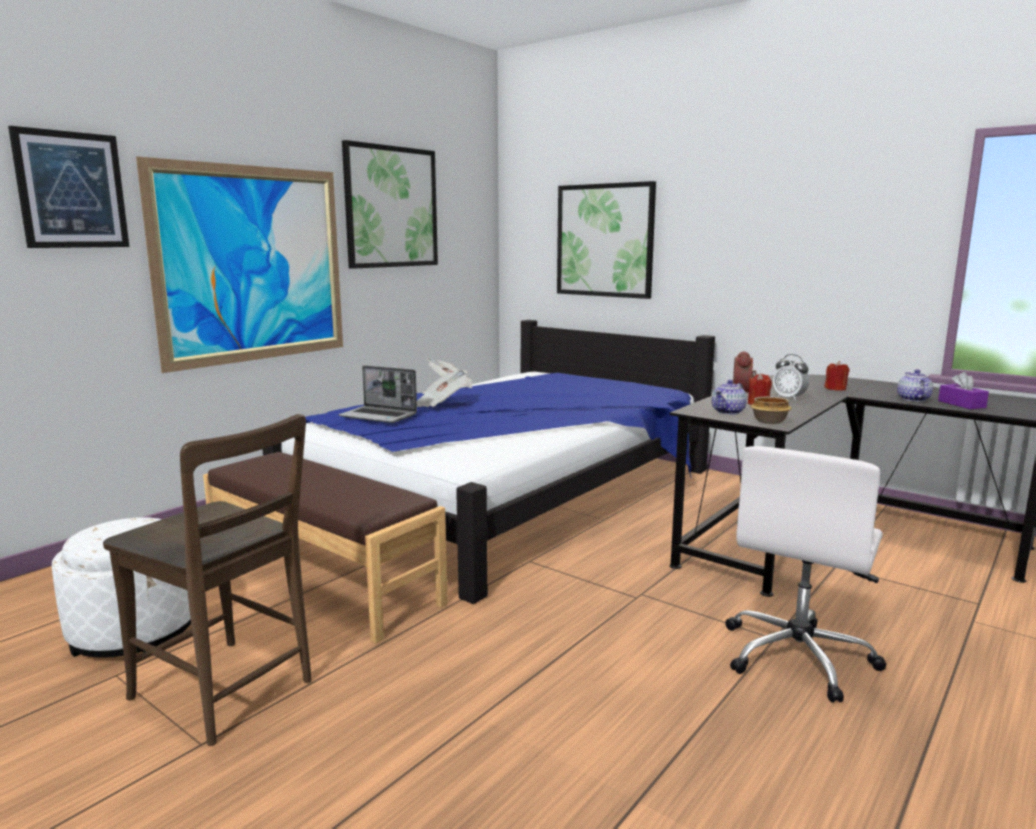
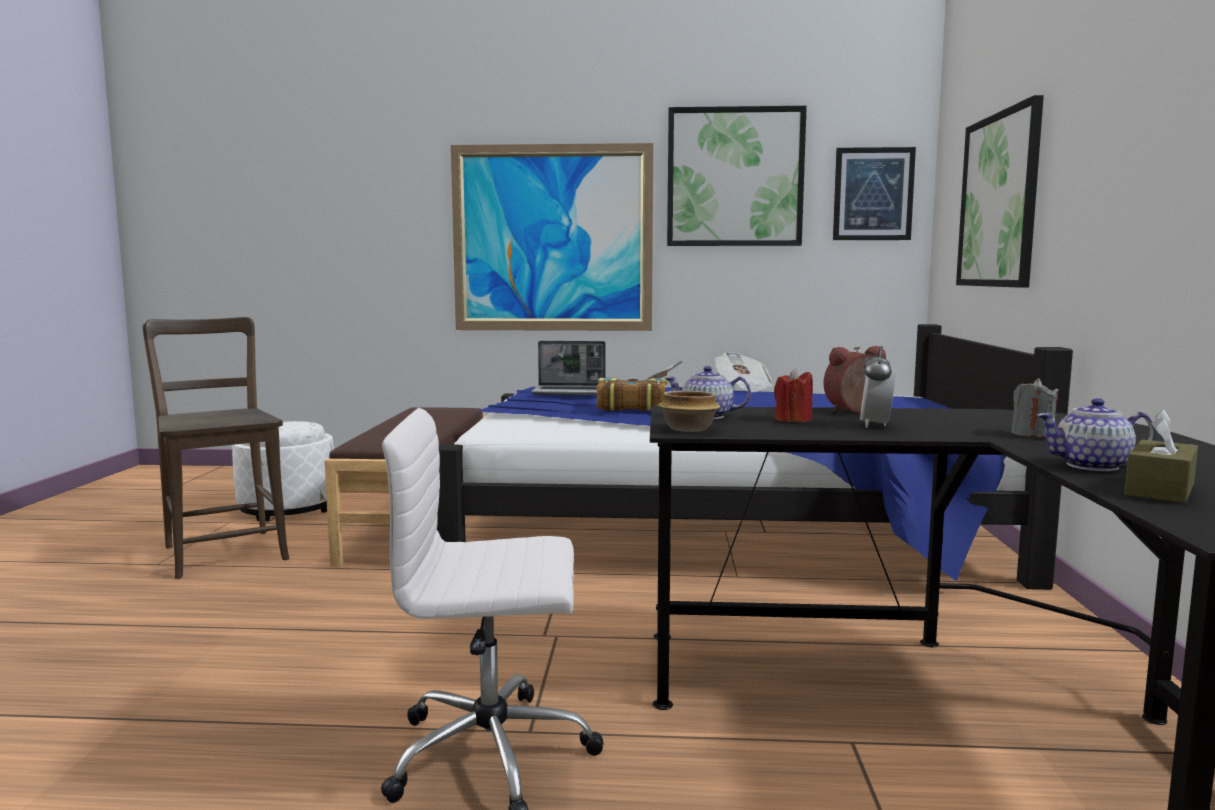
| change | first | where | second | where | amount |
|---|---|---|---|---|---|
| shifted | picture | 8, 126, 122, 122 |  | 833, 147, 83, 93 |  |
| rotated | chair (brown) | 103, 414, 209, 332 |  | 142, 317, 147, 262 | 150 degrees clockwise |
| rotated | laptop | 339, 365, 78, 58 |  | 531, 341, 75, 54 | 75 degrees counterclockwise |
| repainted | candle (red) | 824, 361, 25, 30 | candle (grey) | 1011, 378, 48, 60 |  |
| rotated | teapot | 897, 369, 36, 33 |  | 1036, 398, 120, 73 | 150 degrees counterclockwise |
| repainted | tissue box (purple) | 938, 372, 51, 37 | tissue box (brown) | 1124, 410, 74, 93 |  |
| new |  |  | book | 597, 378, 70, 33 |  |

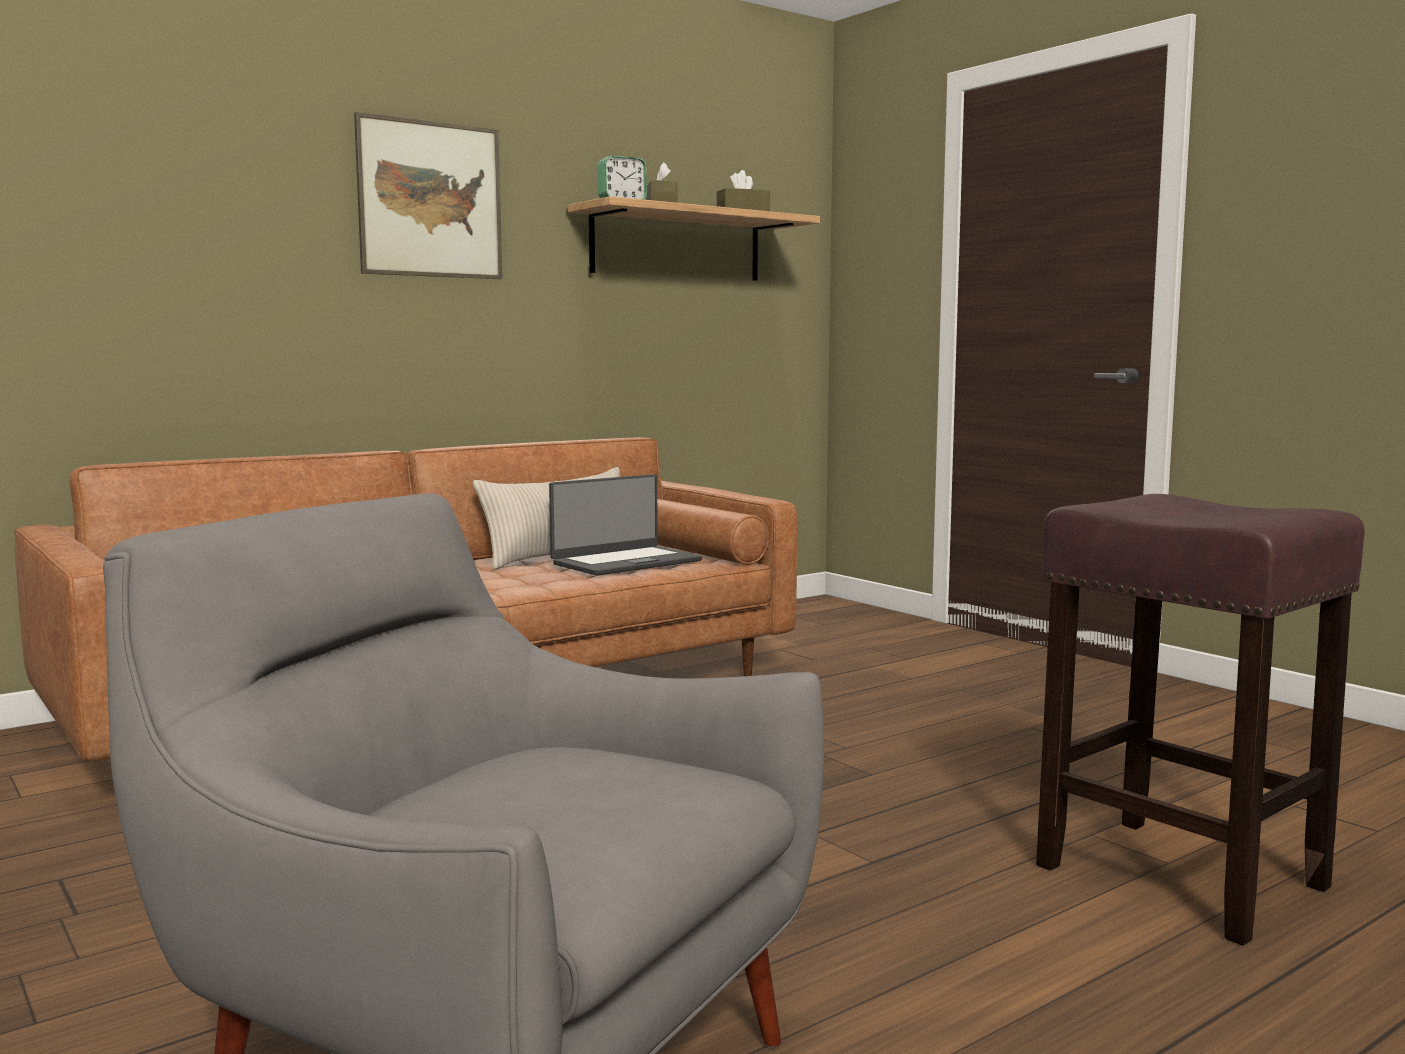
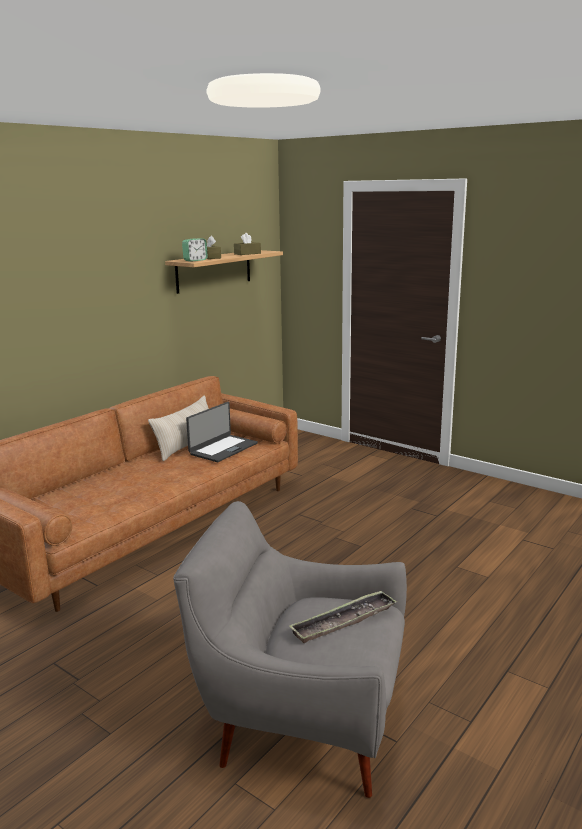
| change | first | where | second | where | amount |
|---|---|---|---|---|---|
| gone | picture | 354, 112, 149, 167 |  |  |  |
| gone | stool (brown) | 1036, 494, 328, 452 |  |  |  |
| new |  |  | tray | 289, 590, 108, 53 |  |

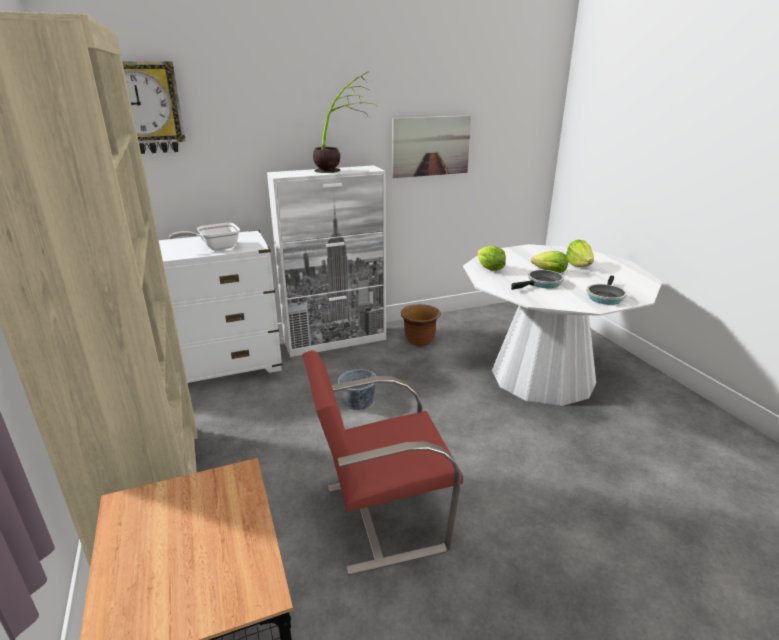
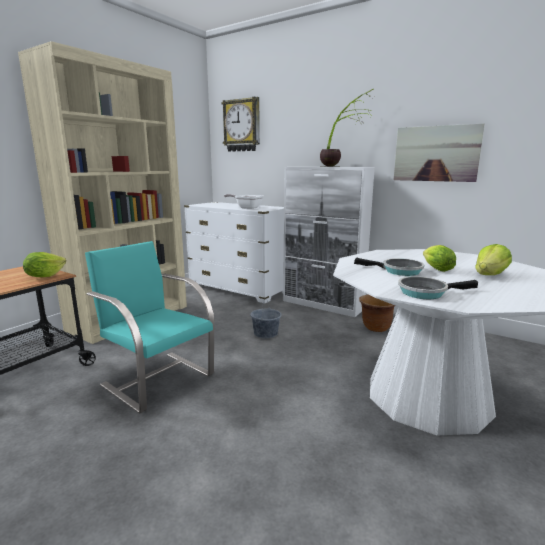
| change | first | where | second | where | amount |
|---|---|---|---|---|---|
| repainted | chair (red) | 302, 350, 161, 225 | chair (turquoise) | 85, 241, 129, 173 |  |
| shifted | lettuce | 477, 246, 29, 25 |  | 23, 252, 43, 25 |  |

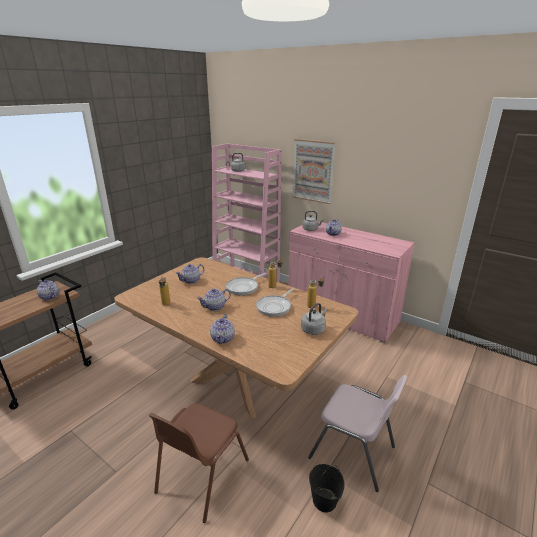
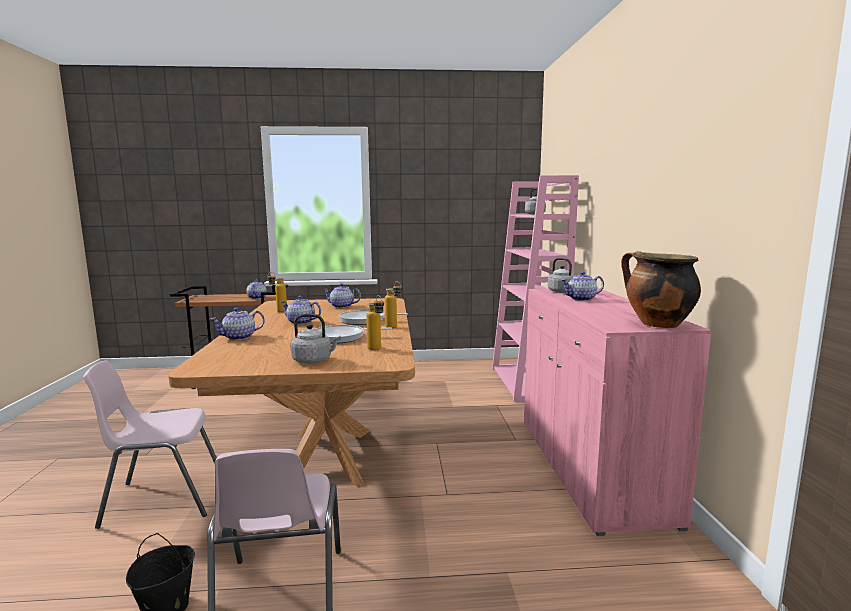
| change | first | where | second | where | amount |
|---|---|---|---|---|---|
| repainted | chair (brown) | 149, 403, 100, 120 | chair (pink) | 83, 360, 134, 169 |  |
| gone | picture | 293, 139, 42, 65 |  |  |  |
| new |  |  | cooking pot | 621, 251, 80, 77 |  |

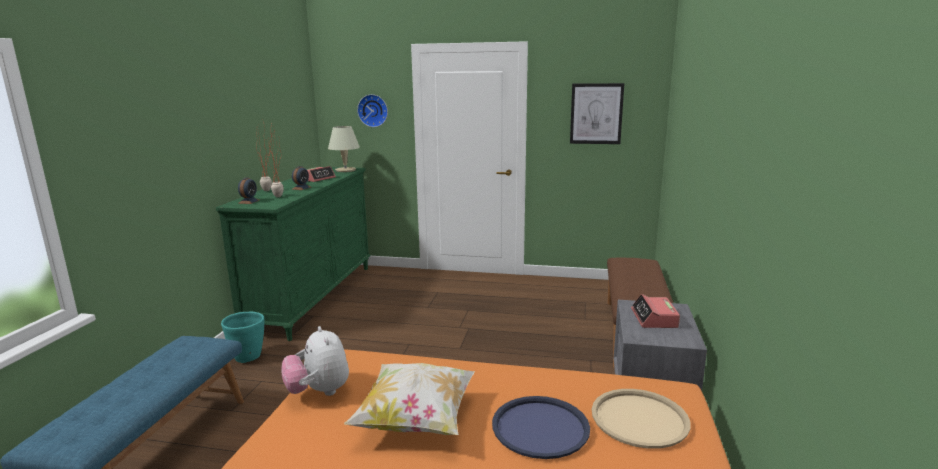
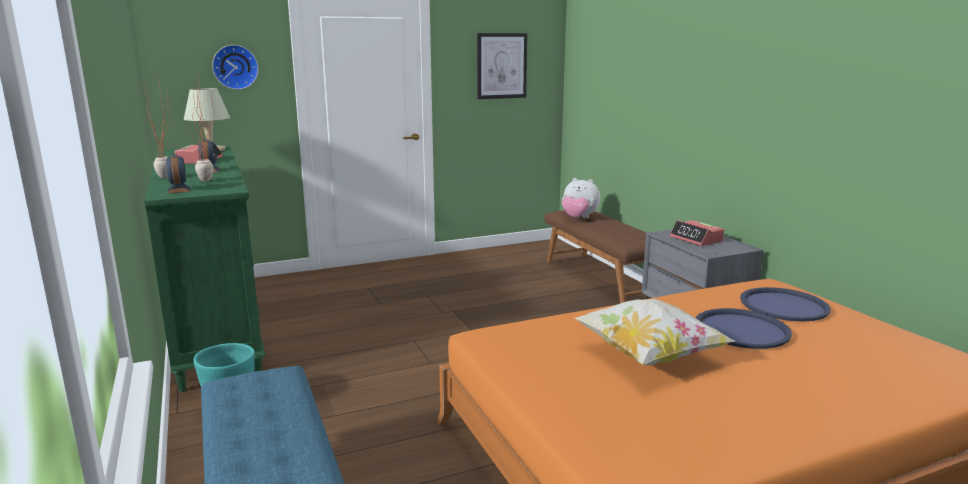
| change | first | where | second | where | amount |
|---|---|---|---|---|---|
| shifted | plush toy | 282, 326, 67, 70 |  | 562, 178, 38, 40 |  |
| repainted | tray (beige) | 592, 389, 99, 60 | tray (blue) | 740, 287, 91, 35 |  |

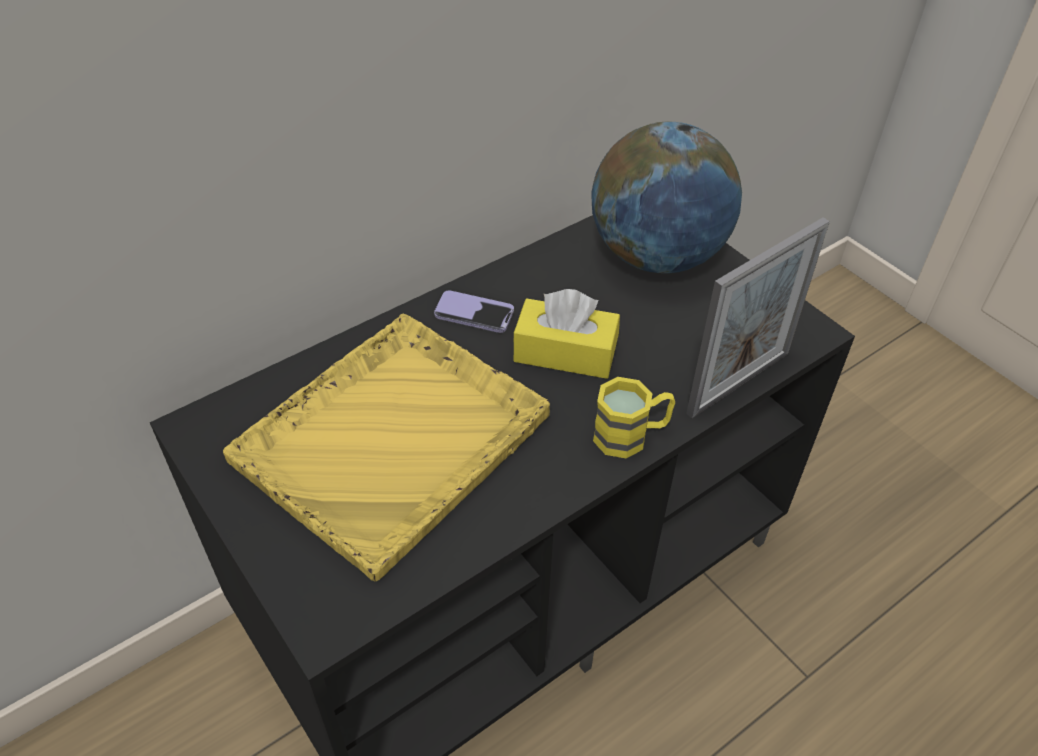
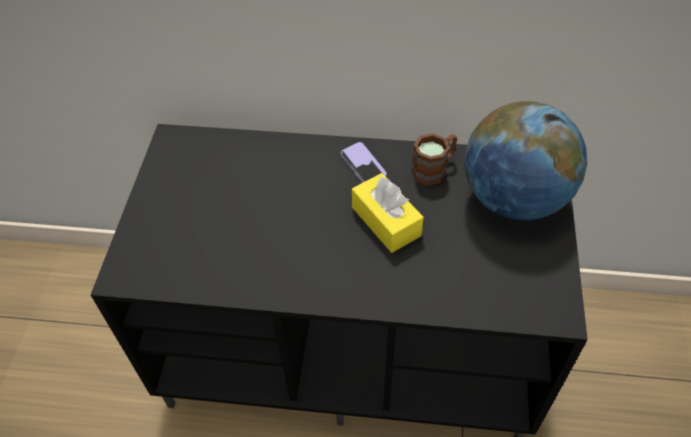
| change | first | where | second | where | amount |
|---|---|---|---|---|---|
| gone | tray (yellow) | 223, 313, 327, 269 |  |  |  |
| gone | mug (yellow) | 593, 377, 82, 81 |  |  |  |
| gone | picture frame | 686, 217, 144, 201 |  |  |  |
| new |  |  | mug (brown) | 412, 133, 45, 53 |  |

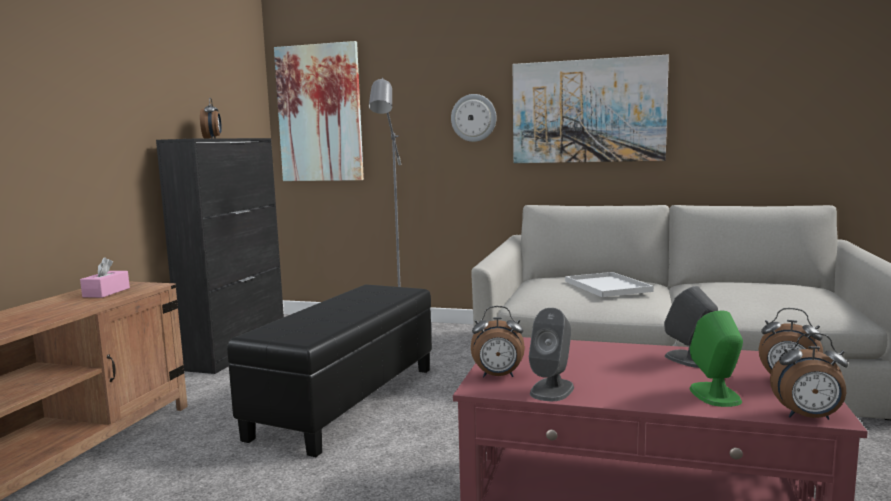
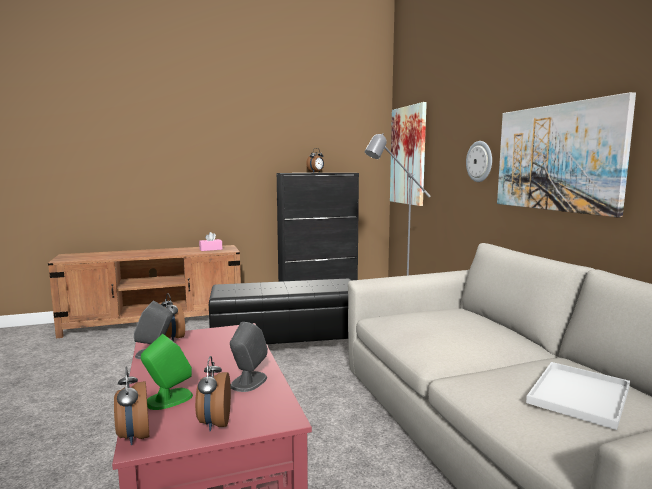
| change | first | where | second | where | amount |
|---|---|---|---|---|---|
| shifted | tray (white) | 565, 272, 89, 25 |  | 526, 362, 104, 68 |  |

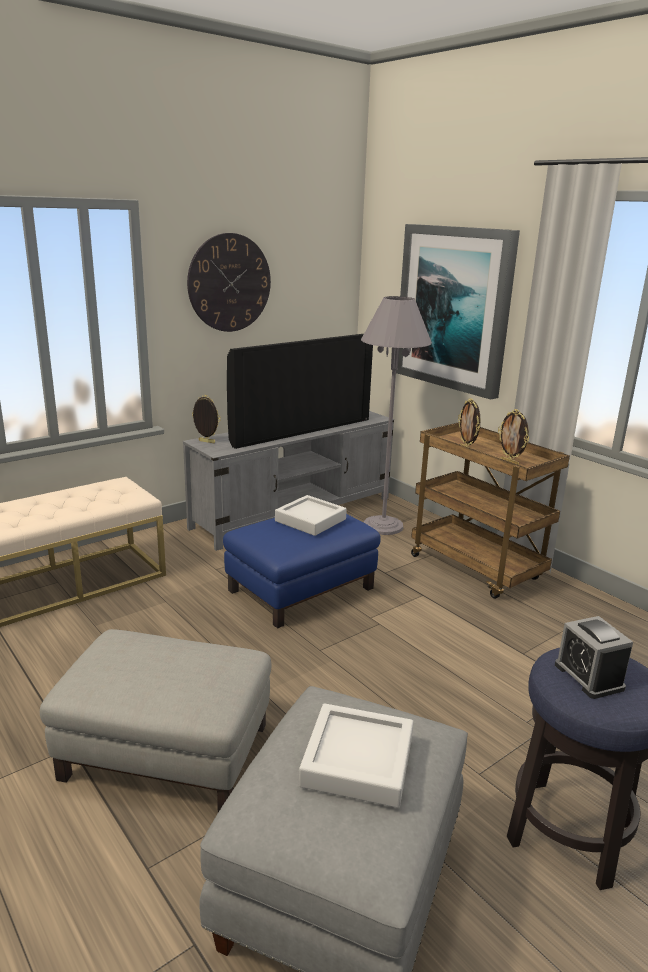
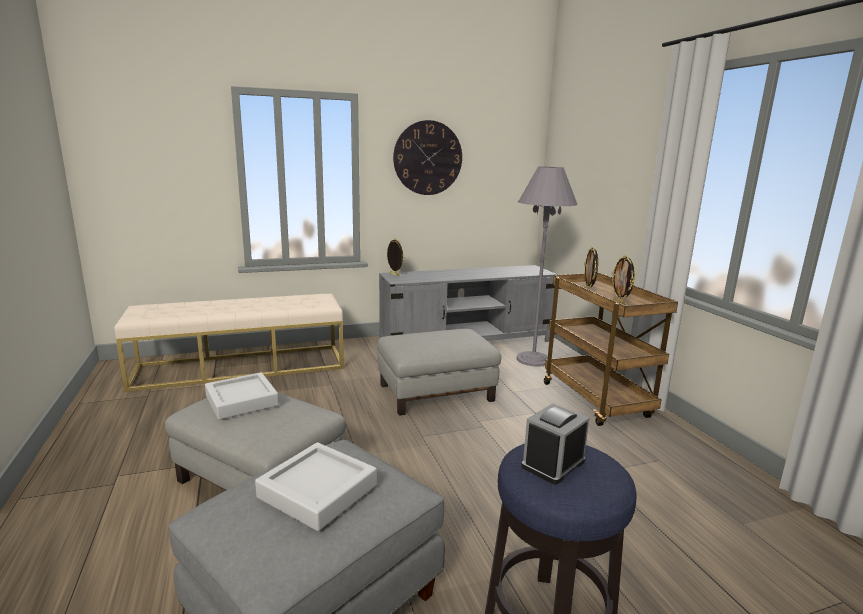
| change | first | where | second | where | amount |
|---|---|---|---|---|---|
| repainted | ottoman (blue) | 223, 514, 158, 114 | ottoman (grey) | 377, 329, 124, 87 |  |
| gone | television | 227, 334, 146, 115 |  |  |  |
| shifted | tray (grey) | 275, 495, 72, 41 |  | 205, 372, 74, 48 |  |
| gone | picture | 396, 224, 124, 176 |  |  |  |
| rotated | alarm clock | 555, 616, 78, 83 |  | 521, 404, 68, 81 | 45 degrees clockwise |

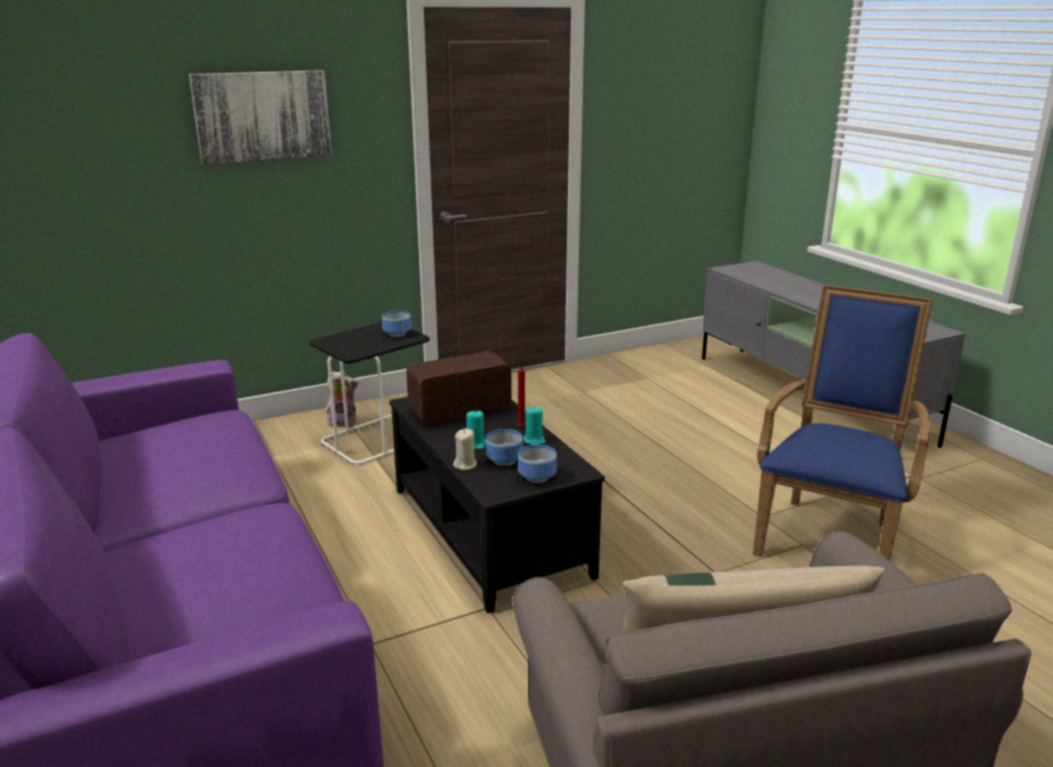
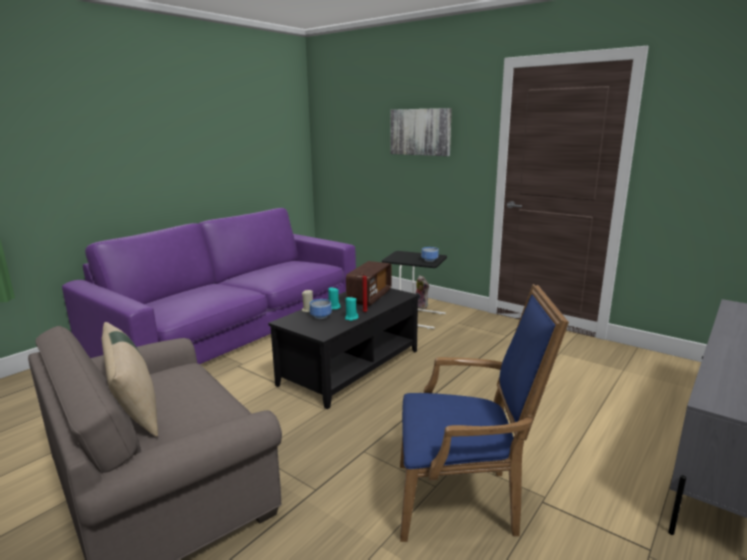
| change | first | where | second | where | amount |
|---|---|---|---|---|---|
| rotated | radio | 406, 351, 106, 74 |  | 346, 261, 46, 45 | 75 degrees clockwise |
| gone | bowl | 518, 445, 39, 38 |  |  |  |

